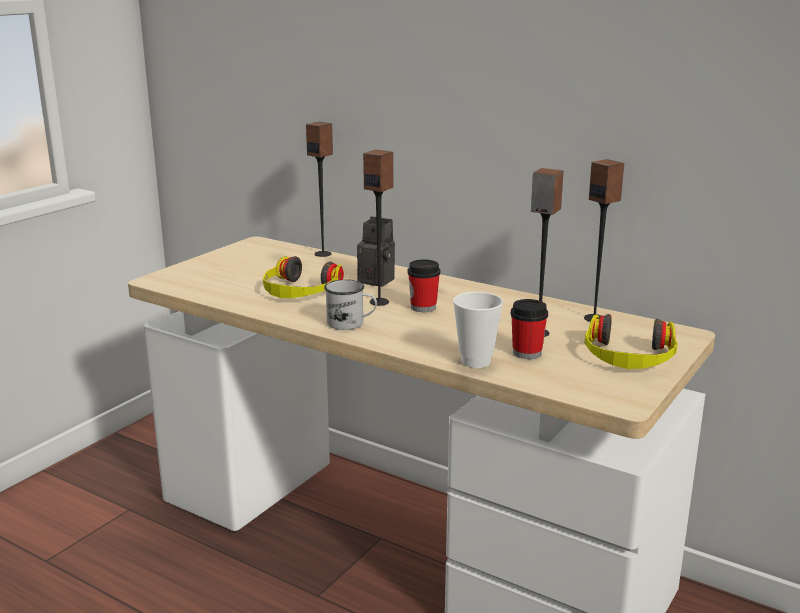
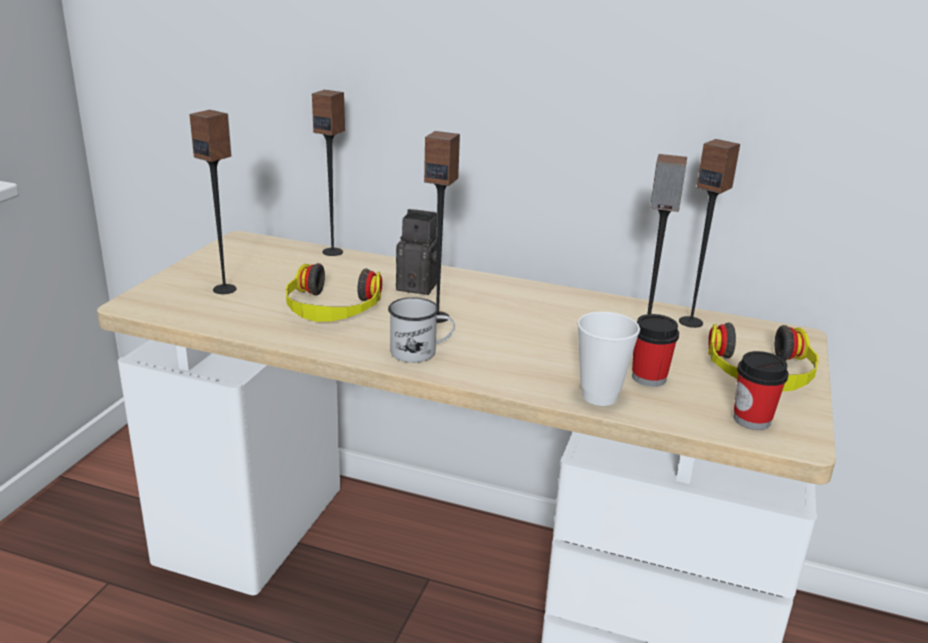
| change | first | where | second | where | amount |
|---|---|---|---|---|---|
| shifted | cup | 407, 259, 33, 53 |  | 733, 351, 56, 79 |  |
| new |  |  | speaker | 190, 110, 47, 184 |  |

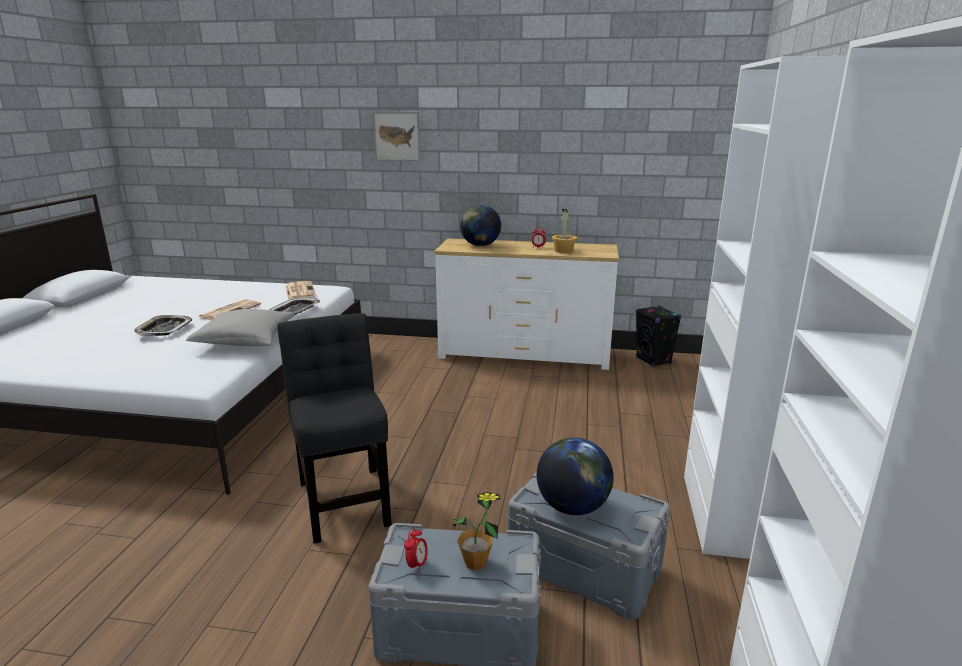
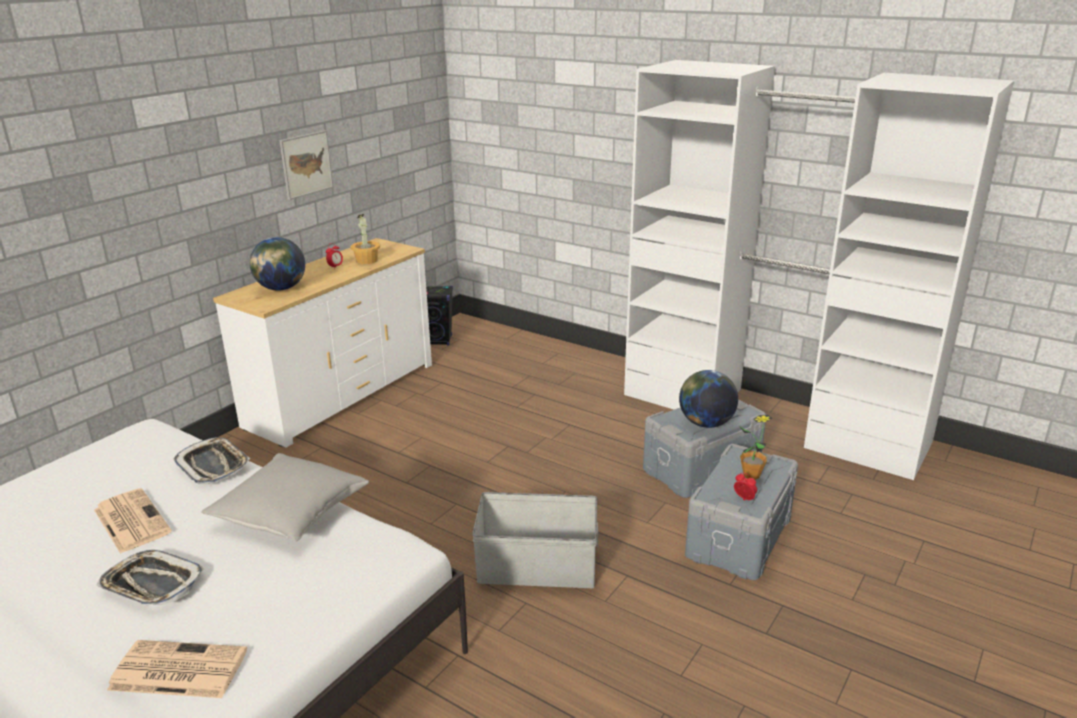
| change | first | where | second | where | amount |
|---|---|---|---|---|---|
| swapped | chair (black) | 277, 313, 115, 231 | storage box (grey) | 472, 492, 126, 96 |  |
| shifted | newspaper | 286, 281, 30, 19 |  | 107, 640, 140, 58 |  |
| shifted | picture | 373, 112, 48, 49 |  | 279, 130, 54, 70 |  |

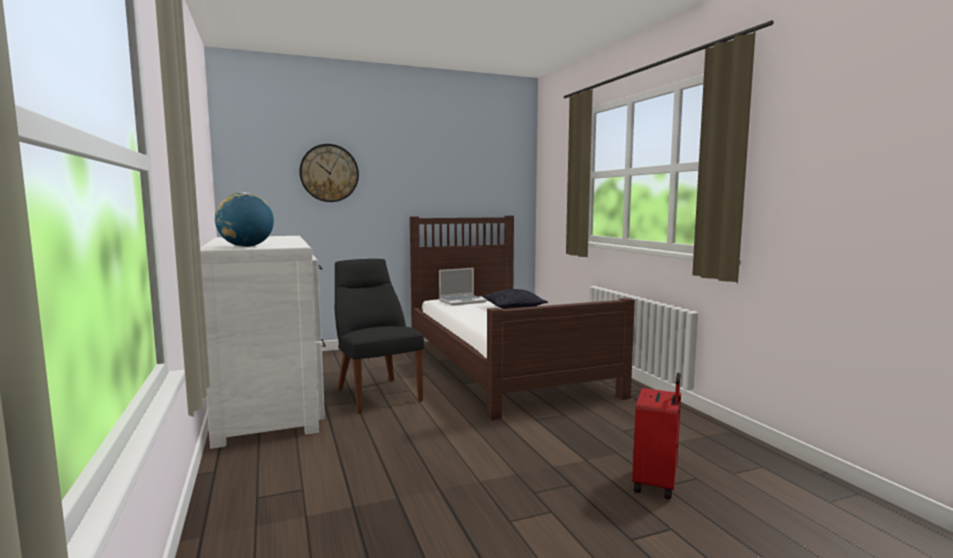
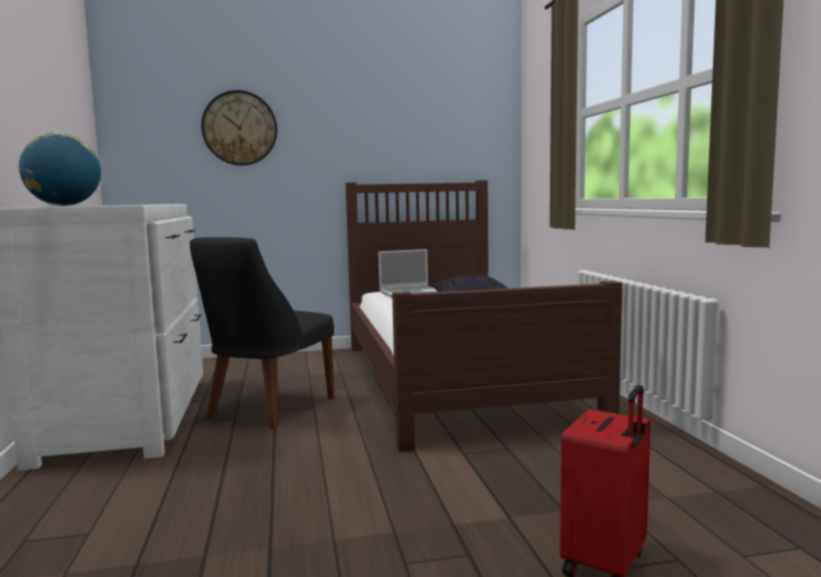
| change | first | where | second | where | amount |
|---|---|---|---|---|---|
| rotated | chair (black) | 335, 259, 89, 155 |  | 190, 237, 145, 192 | 135 degrees counterclockwise |

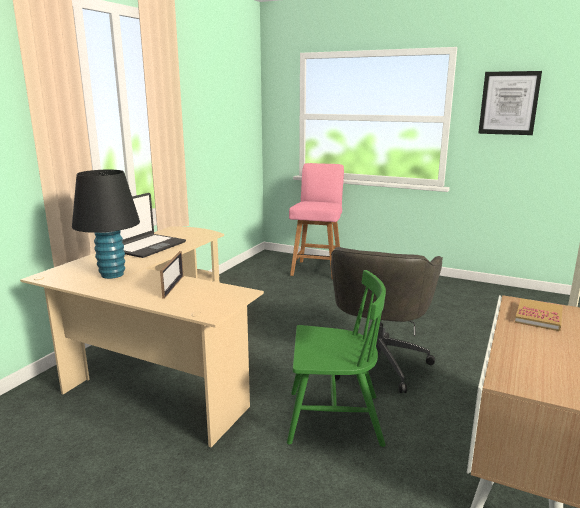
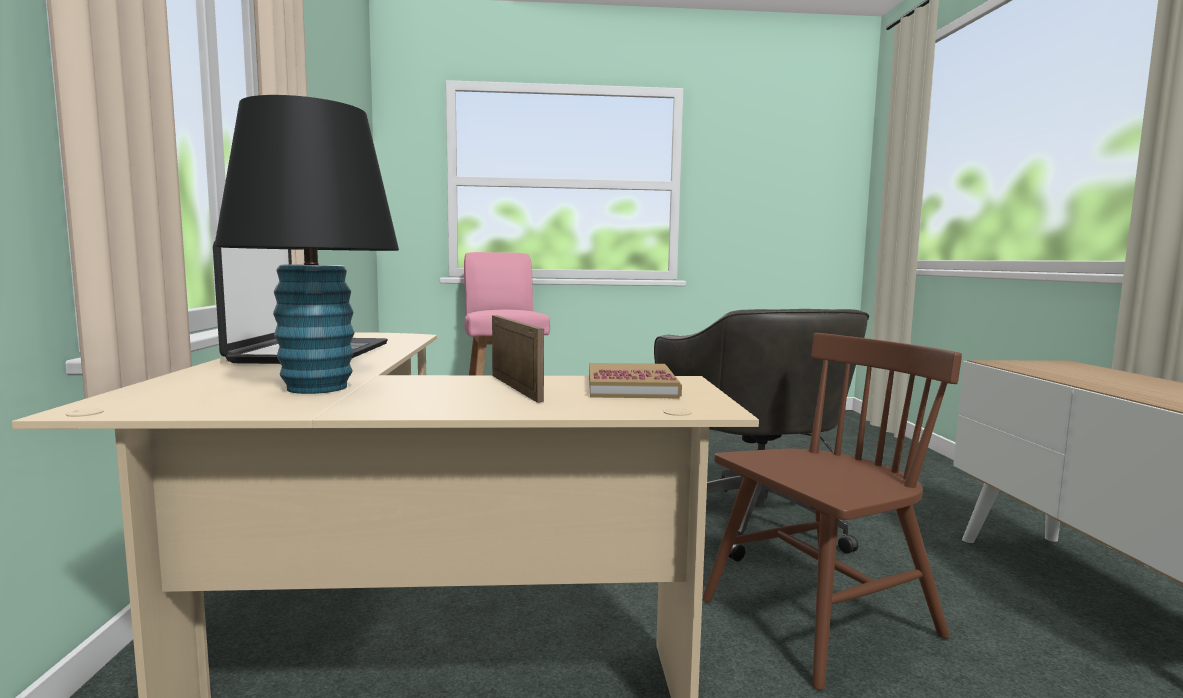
| change | first | where | second | where | amount |
|---|---|---|---|---|---|
| repainted | chair (green) | 287, 270, 99, 177 | chair (brown) | 702, 333, 260, 357 |  |
| gone | picture | 478, 71, 64, 64 |  |  |  |
| shifted | book | 515, 298, 48, 33 |  | 589, 363, 93, 36 |  |

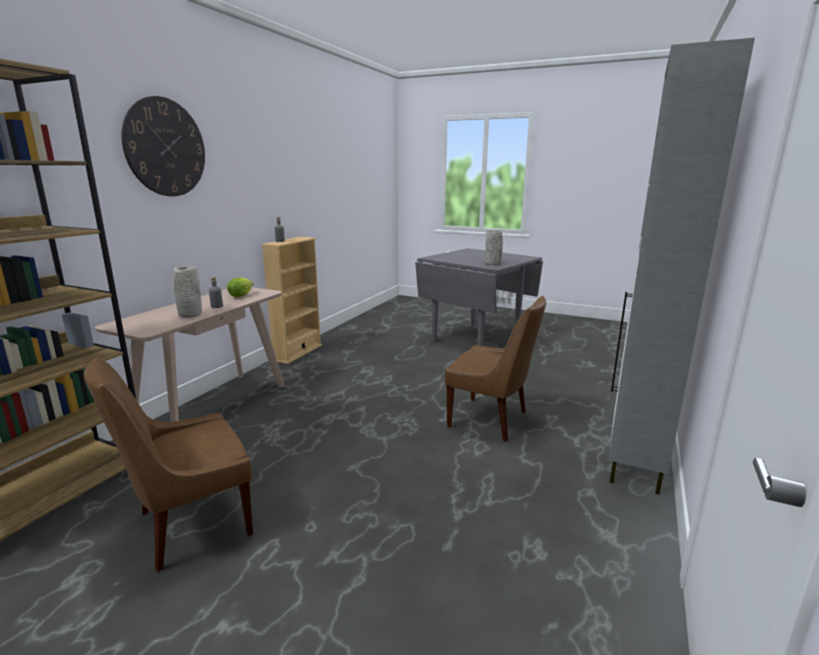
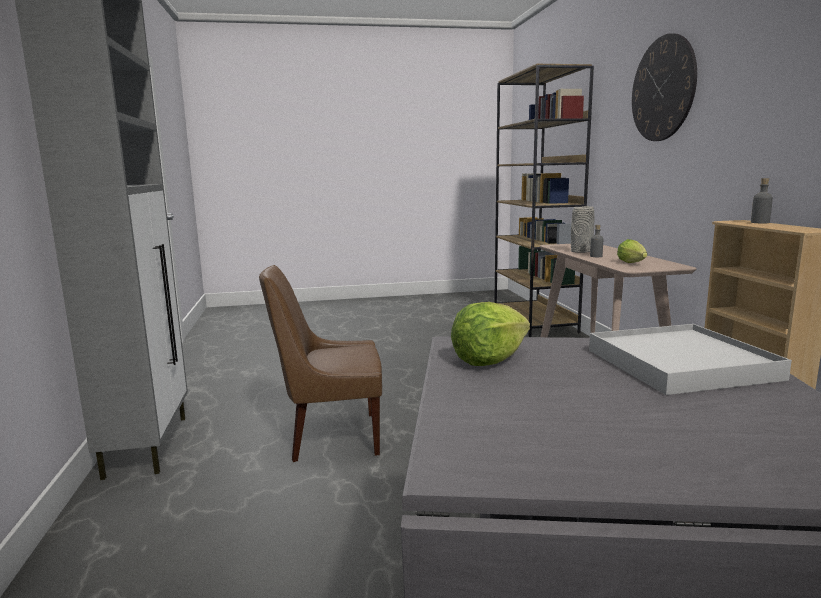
| change | first | where | second | where | amount |
|---|---|---|---|---|---|
| gone | chair (brown) | 84, 356, 169, 216 |  |  |  |
| swapped | vase (grey) | 485, 230, 18, 35 | lettuce | 451, 302, 79, 64 |  |
| new |  |  | tray (white) | 589, 324, 203, 71 |  |

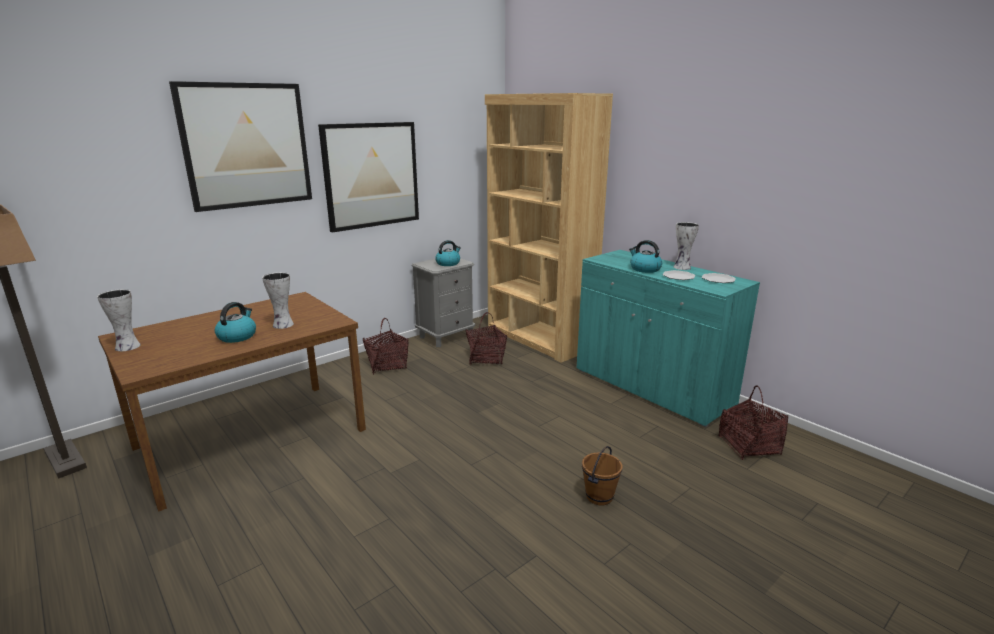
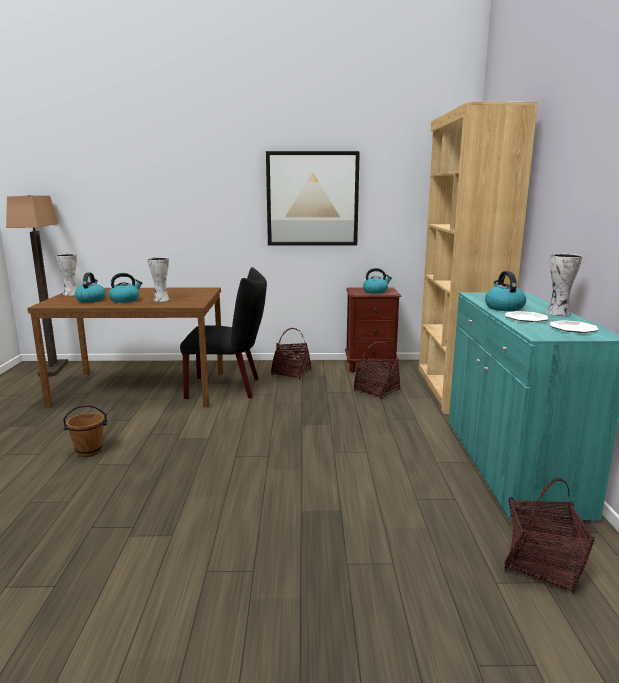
| change | first | where | second | where | amount |
|---|---|---|---|---|---|
| gone | picture | 169, 81, 143, 131 |  |  |  |
| repainted | nightstand (grey) | 411, 258, 64, 89 | nightstand (brown) | 345, 287, 56, 85 |  |
| shifted | bucket (brown) | 582, 446, 41, 59 |  | 63, 405, 44, 52 |  |
| new |  |  | kettle | 75, 273, 31, 29 |  |
| new |  |  | chair (black) | 180, 267, 87, 132 |  |

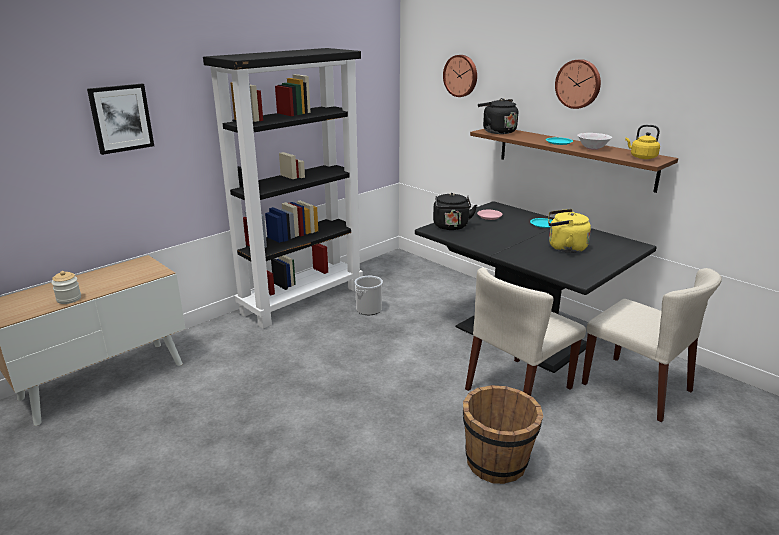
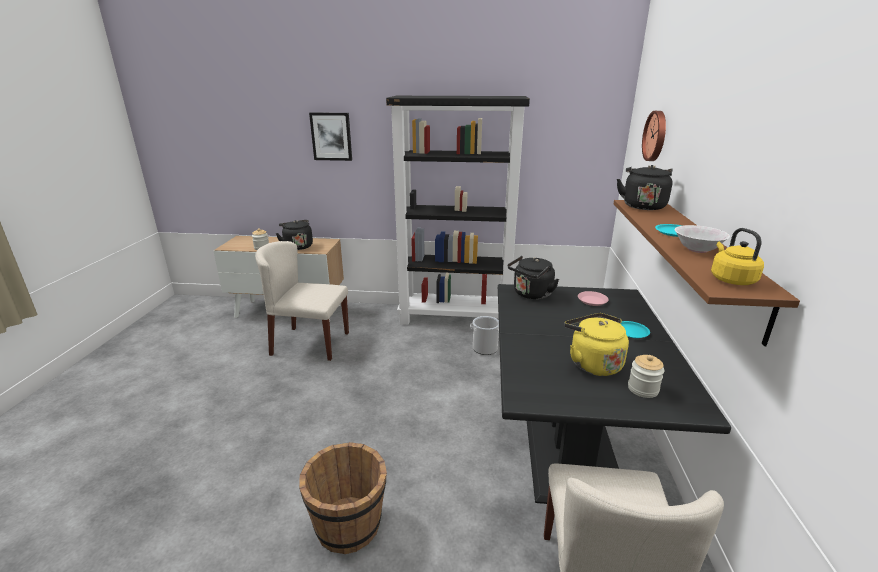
| change | first | where | second | where | amount |
|---|---|---|---|---|---|
| shifted | chair (beige) | 465, 267, 121, 129 |  | 255, 241, 94, 120 |  |
| gone | wall clock | 555, 59, 46, 50 |  |  |  |
| new |  |  | kettle (black) | 276, 220, 37, 30 |  |
| new |  |  | jar | 628, 355, 37, 43 |  |

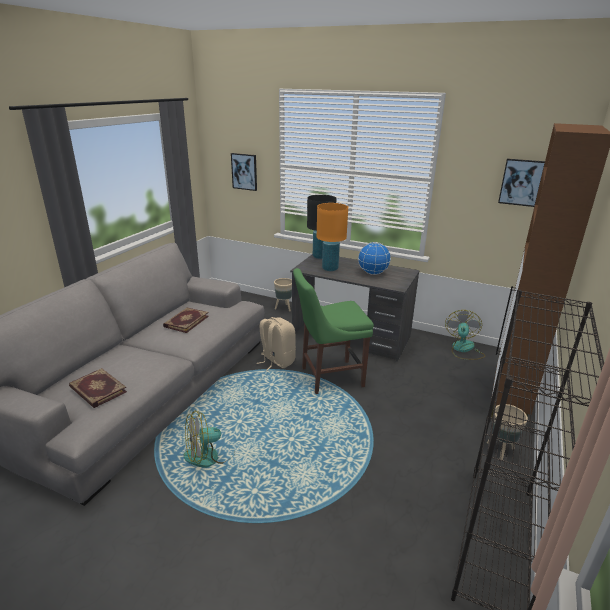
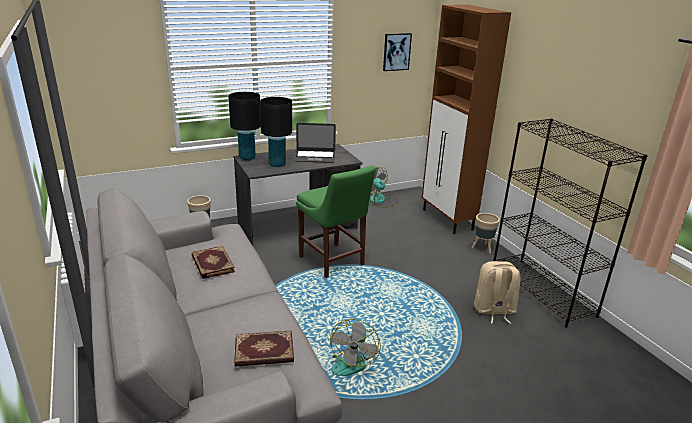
| change | first | where | second | where | amount |
|---|---|---|---|---|---|
| gone | picture | 231, 153, 26, 38 |  |  |  |
| shifted | backpack (beige) | 257, 317, 39, 54 |  | 474, 261, 47, 63 |  |
| rotated | chair (green) | 293, 268, 81, 126 |  | 296, 165, 80, 113 | 60 degrees counterclockwise |
| repainted | table lamp (orange) | 317, 203, 31, 68 | table lamp (black) | 260, 97, 32, 70 |  |
| swapped | globe | 358, 242, 33, 33 | laptop | 294, 123, 42, 40 |  |

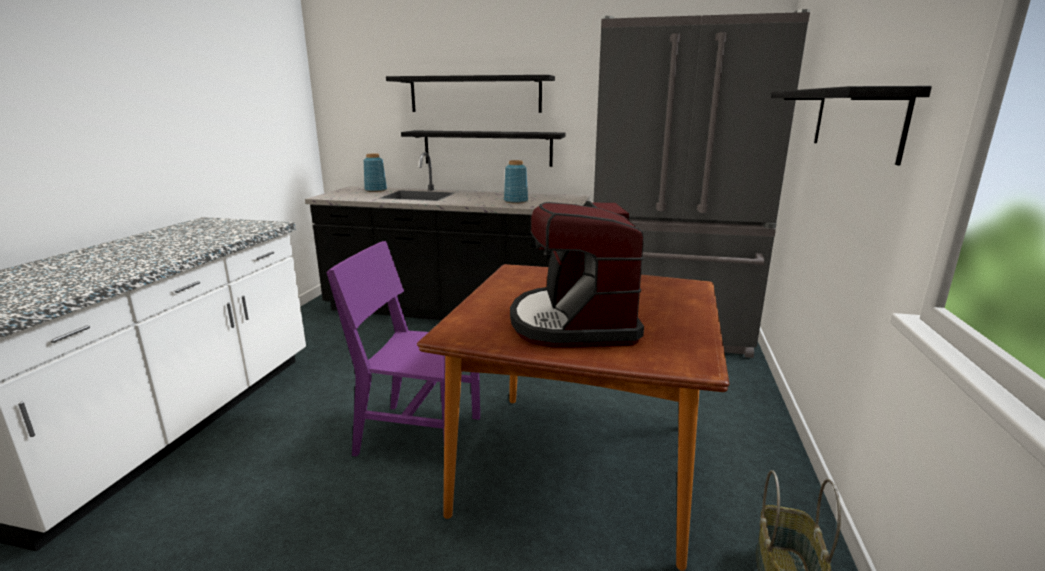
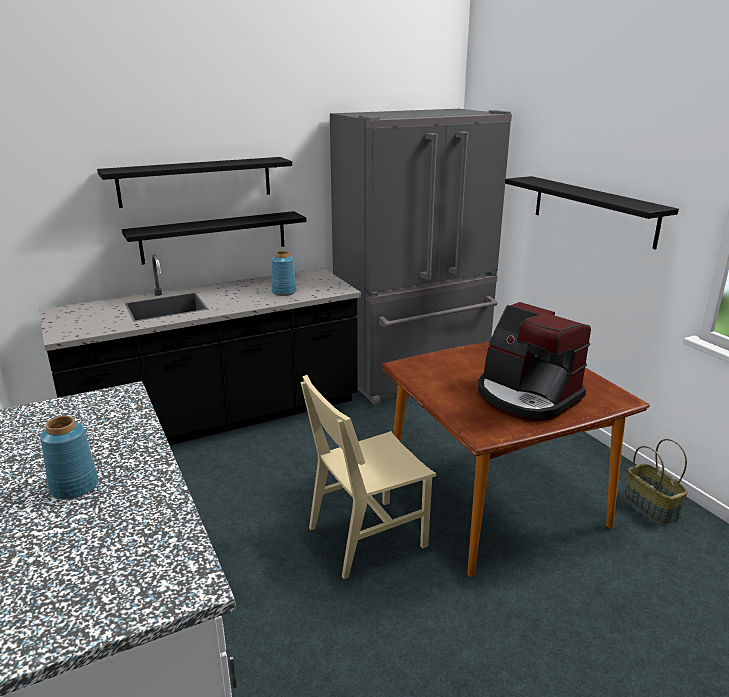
| change | first | where | second | where | amount |
|---|---|---|---|---|---|
| repainted | chair (purple) | 326, 241, 154, 215 | chair (beige) | 300, 375, 136, 204 |  |
| shifted | vase (blue) | 363, 154, 24, 38 |  | 40, 416, 59, 83 |  |

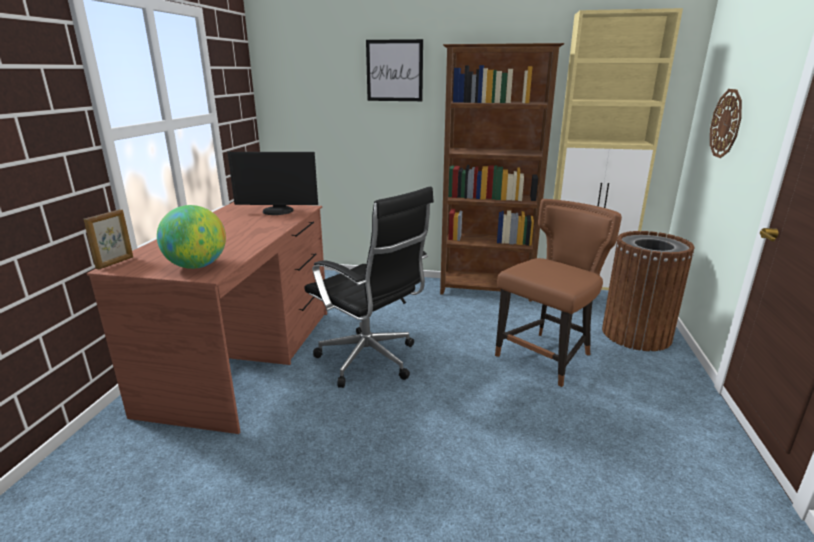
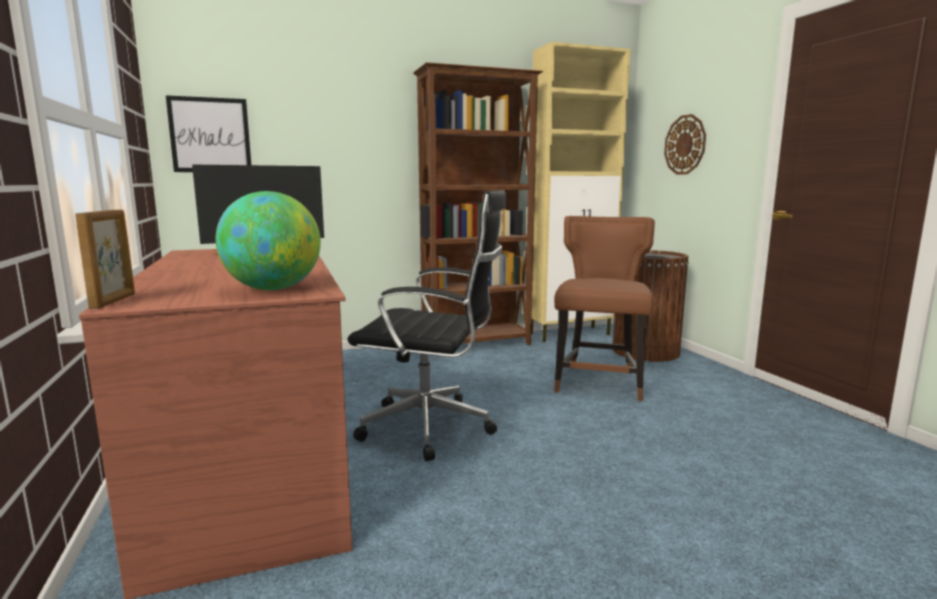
| change | first | where | second | where | amount |
|---|---|---|---|---|---|
| shifted | picture | 366, 39, 57, 62 |  | 166, 95, 85, 77 |  |

